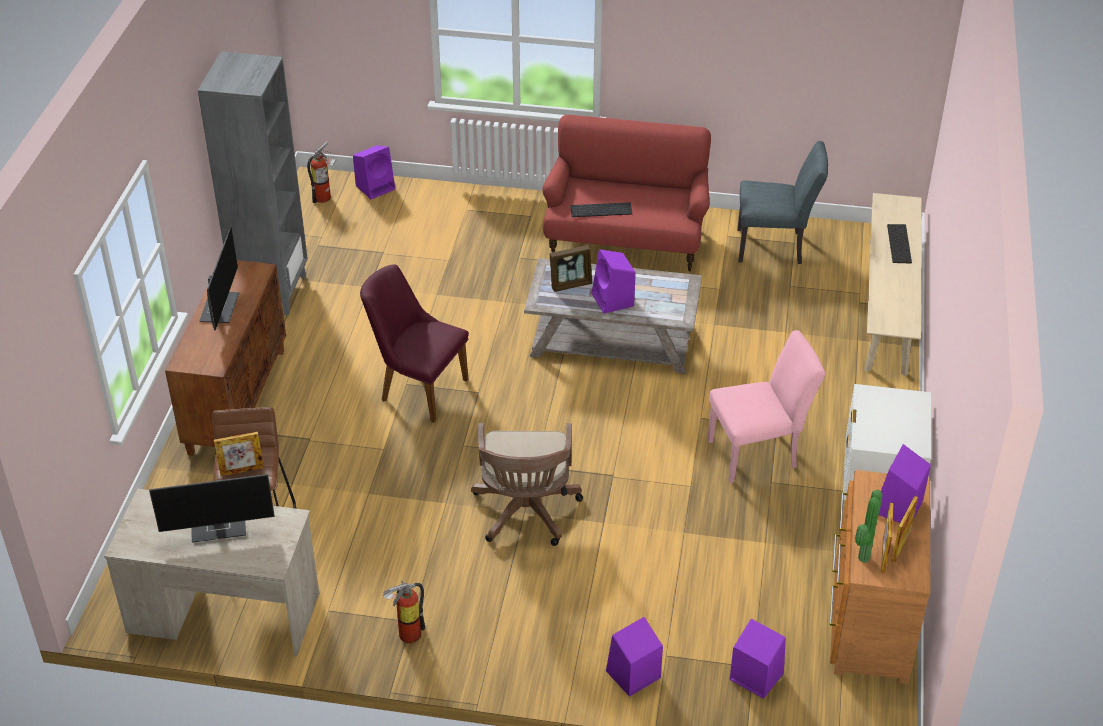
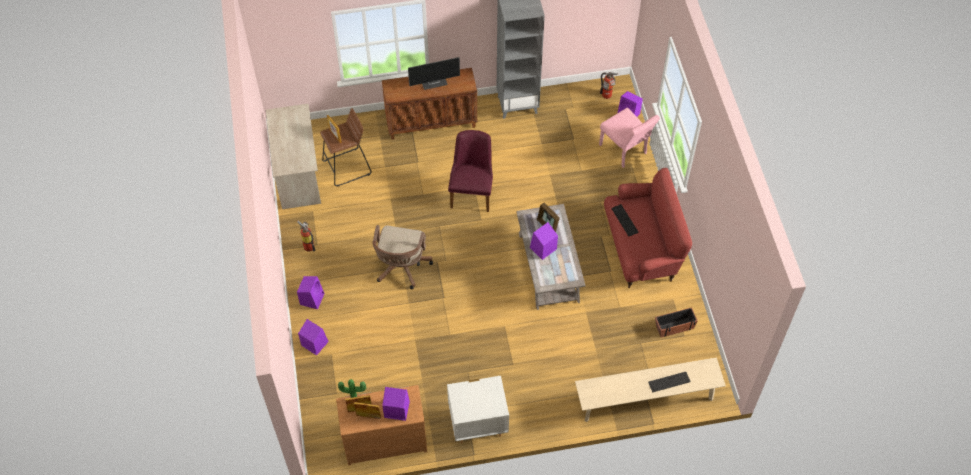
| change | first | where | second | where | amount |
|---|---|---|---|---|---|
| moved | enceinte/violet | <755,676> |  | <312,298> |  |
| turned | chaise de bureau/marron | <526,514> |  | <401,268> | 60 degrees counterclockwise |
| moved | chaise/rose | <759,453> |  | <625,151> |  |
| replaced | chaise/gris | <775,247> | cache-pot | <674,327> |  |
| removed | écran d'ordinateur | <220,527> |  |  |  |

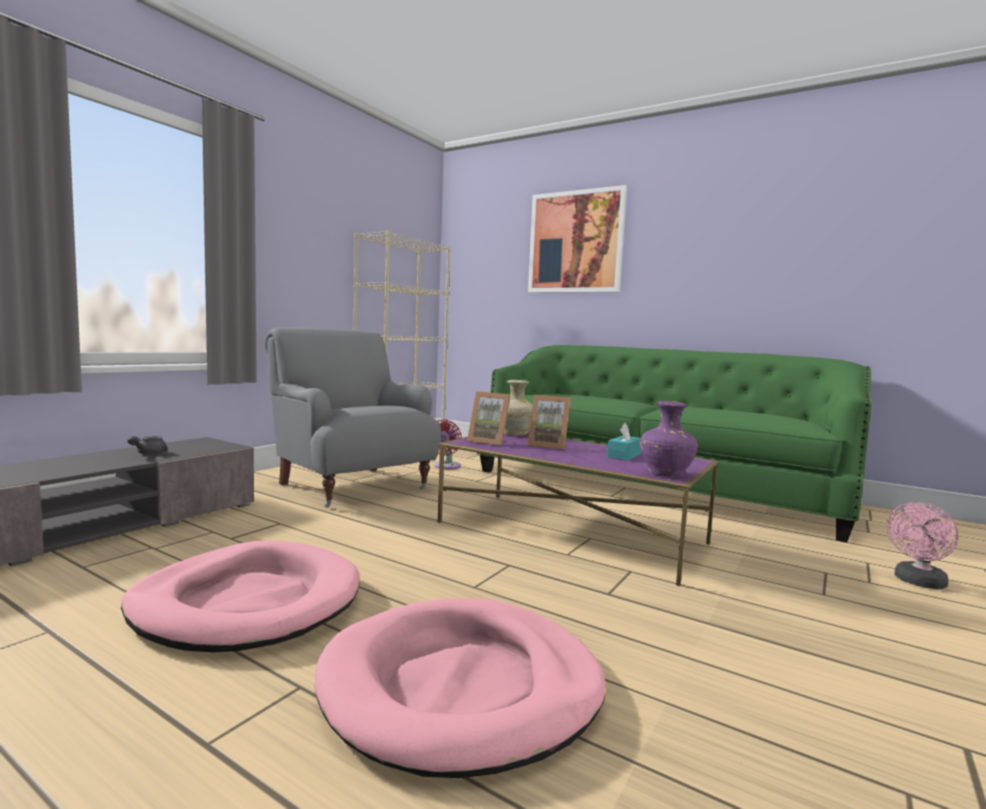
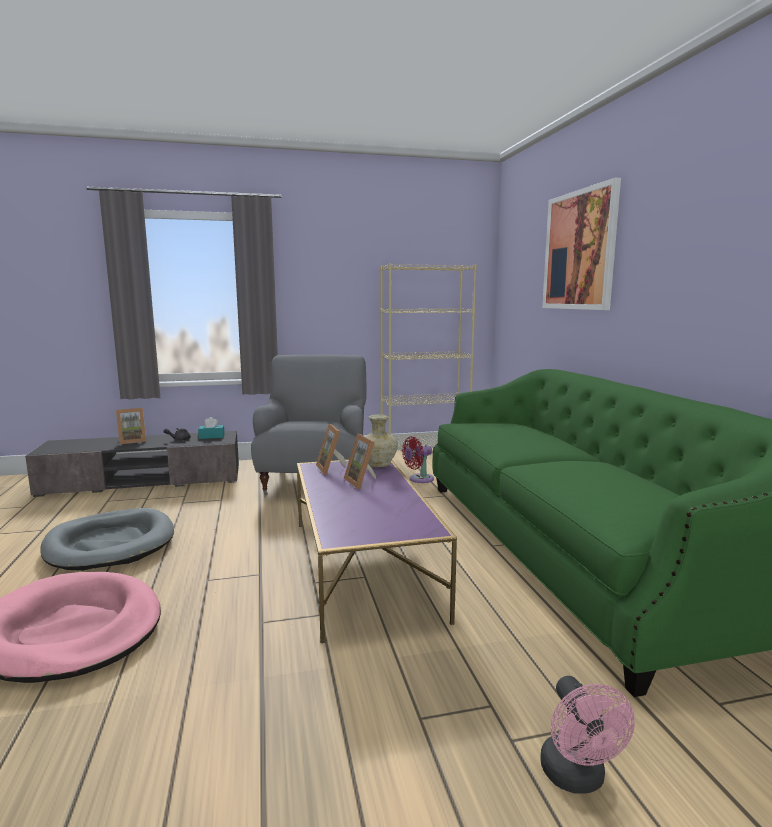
| change | first | where | second | where | amount |
|---|---|---|---|---|---|
| recoloured | panier pour chien/rose | <248,603> | panier pour chien/gris | <110,544> |  |
| added |  |  | cadre photo | <132,441> |  |
| moved | boîte à mouchoirs/turquoise | <624,456> |  | <211,436> |  |
| turned | ventilateur/rose | <918,582> |  | <577,778> | 105 degrees counterclockwise |
| removed | vase/violet | <666,474> |  |  |  |

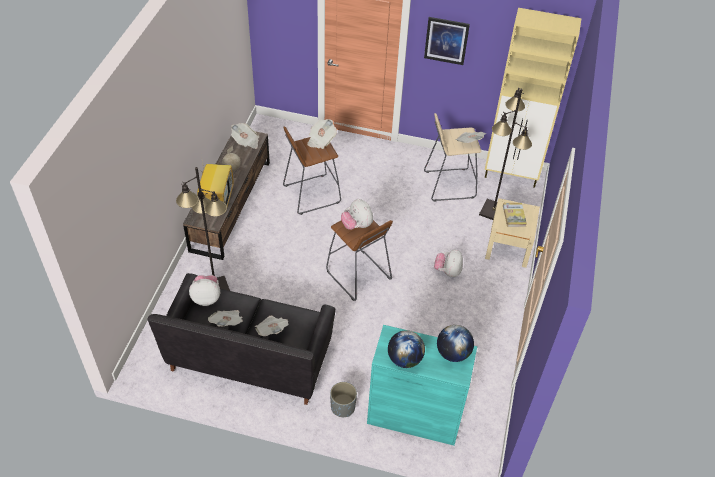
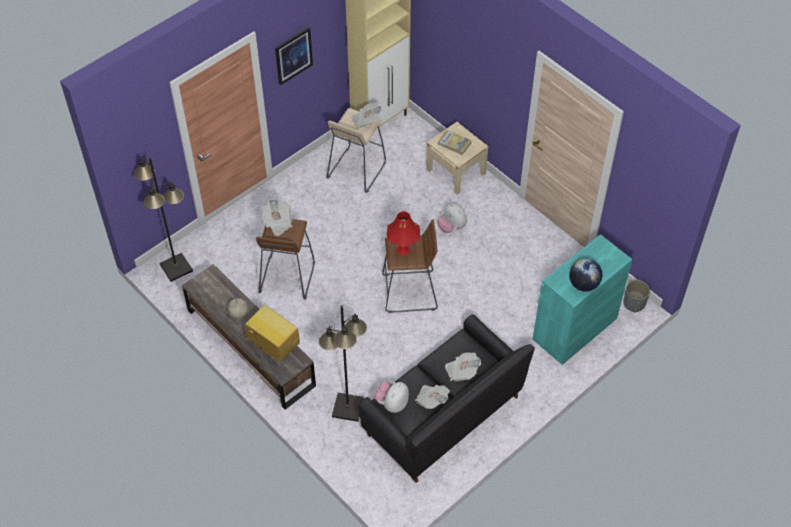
| change | first | where | second | where | amount |
|---|---|---|---|---|---|
| moved | lampadaire/noir | <493,211> |  | <176,267> |  |
| replaced | peluche | <357,225> | lampe de table/rouge | <403,250> |  |
| moved | cache-pot/gris | <342,407> |  | <634,303> |  |
| removed | journal | <246,142> |  |  |  |
| removed | globe | <453,353> |  |  |  |

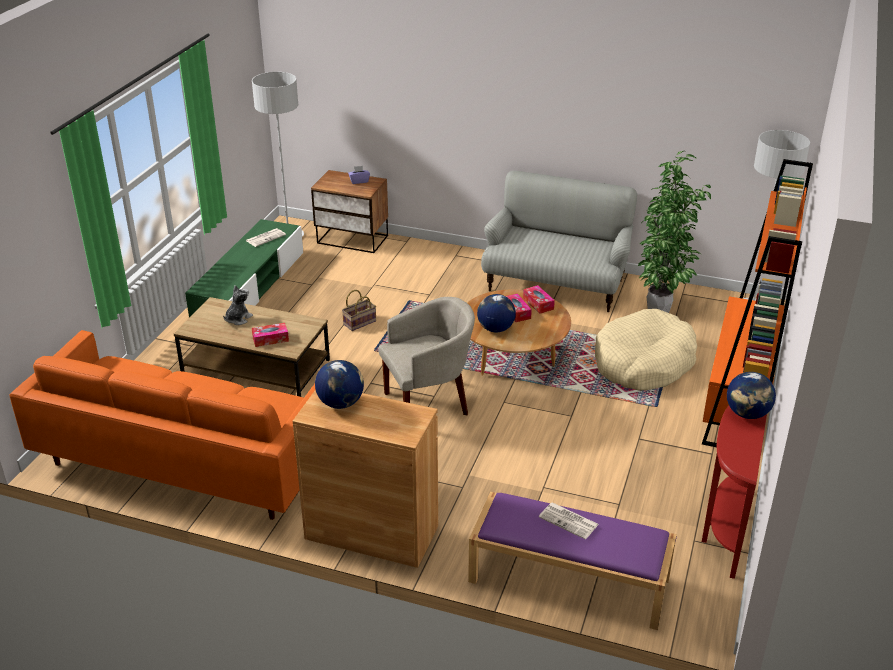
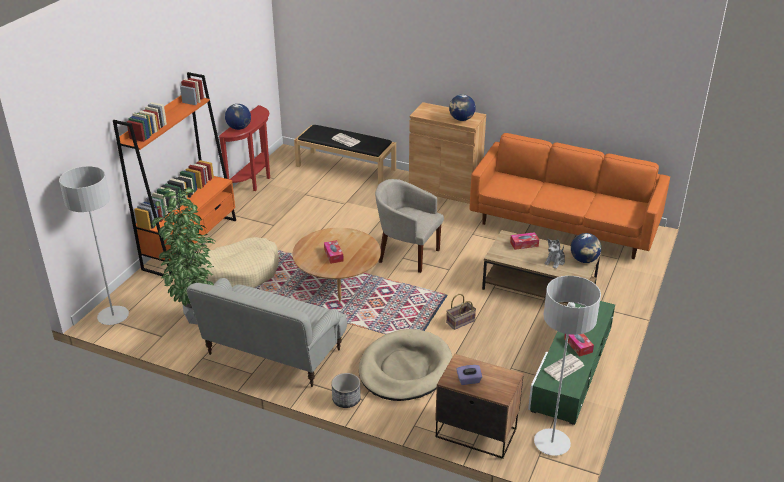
| change | first | where | second | where | amount |
|---|---|---|---|---|---|
| recoloured | banc/violet | <567,580> | banc/noir | <346,167> |  |
| added |  |  | cache-pot | <346,399> |  |
| added |  |  | panier pour chien/beige | <405,369> |  |
| turned | fauteuil/beige | <429,401> |  | <407,254> | 45 degrees clockwise |
| moved | boîte à mouchoirs | <538,303> |  | <578,345> |  |
| moved | globe | <495,329> |  | <584,260> |  |

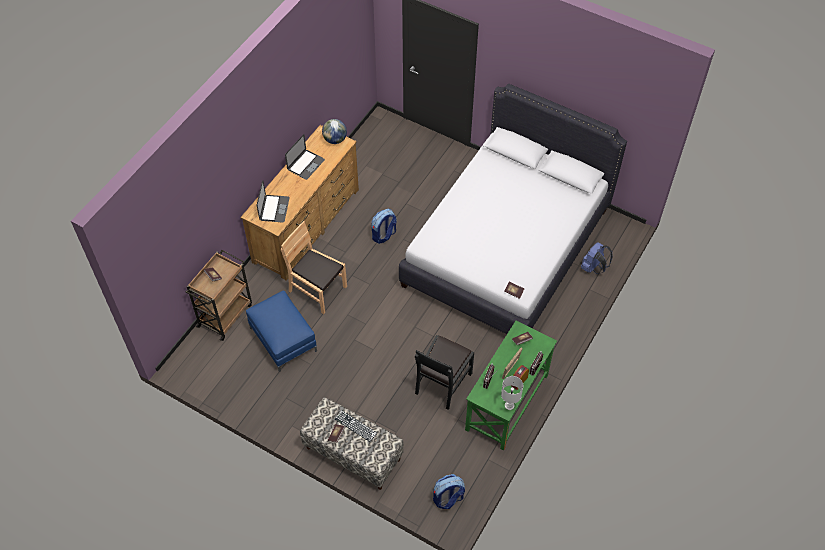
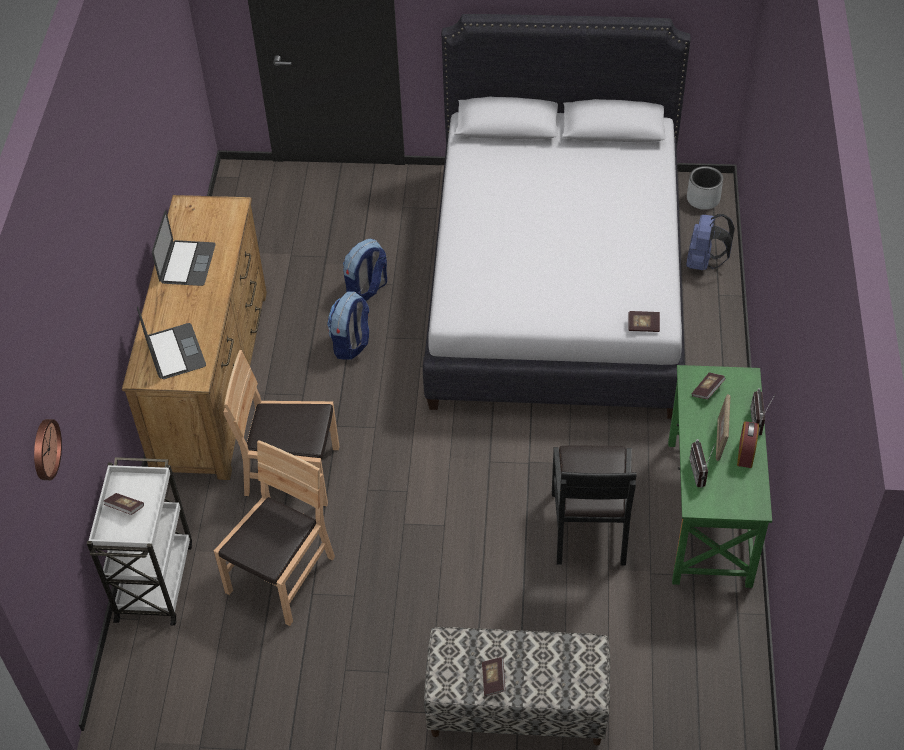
| change | first | where | second | where | amount |
|---|---|---|---|---|---|
| added |  |  | horloge murale | <44,449> |  |
| recoloured | chariot/marron | <225,314> | chariot/blanc | <155,580> |  |
| replaced | pouf/bleu | <283,339> | chaise/marron | <282,576> |  |
| moved | sac à dos | <448,499> |  | <367,290> |  |
| added |  |  | cache-pot/gris | <703,199> |  |
| removed | globe | <335,140> |  |  |  |
| removed | clavier | <355,426> |  |  |  |
| removed | lampe de table/blanc | <509,406> |  |  |  |

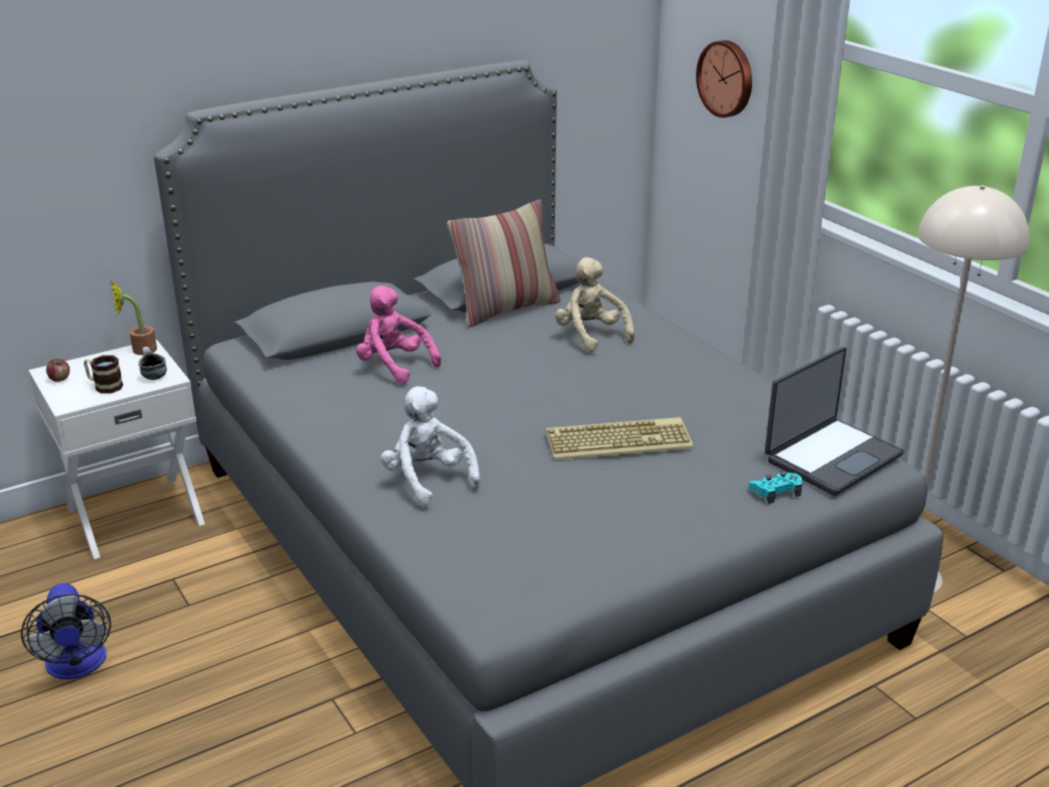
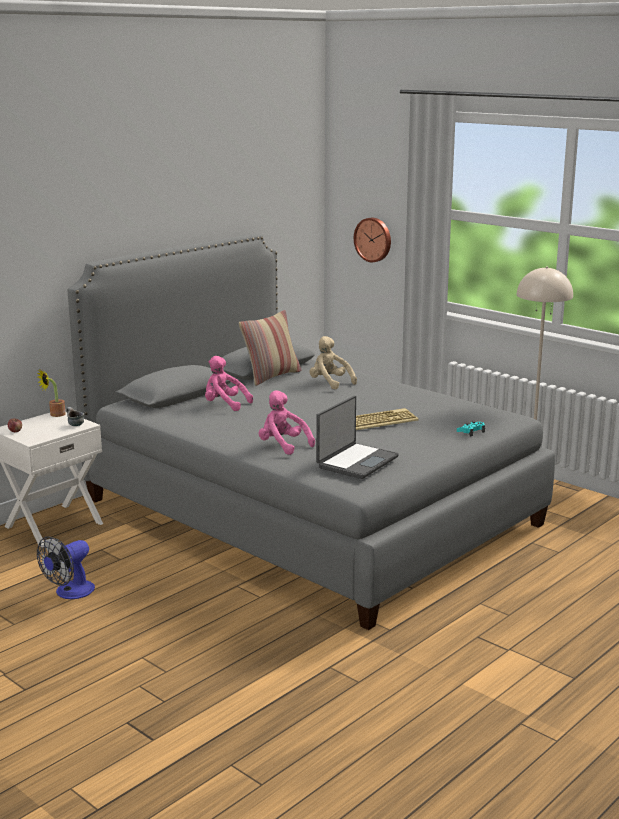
| change | first | where | second | where | amount |
|---|---|---|---|---|---|
| turned | ventilateur | <77,666> |  | <69,593> | 75 degrees clockwise |
| recoloured | peluche/blanc | <428,480> | peluche/rose | <283,446> |  |
| moved | ordinateur portable | <831,457> |  | <356,462> |  |
| removed | mug | <104,386> |  |  |  |

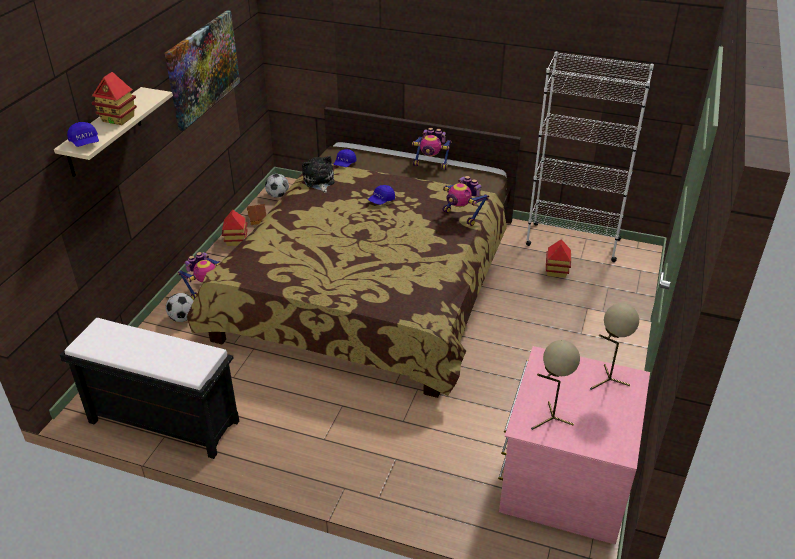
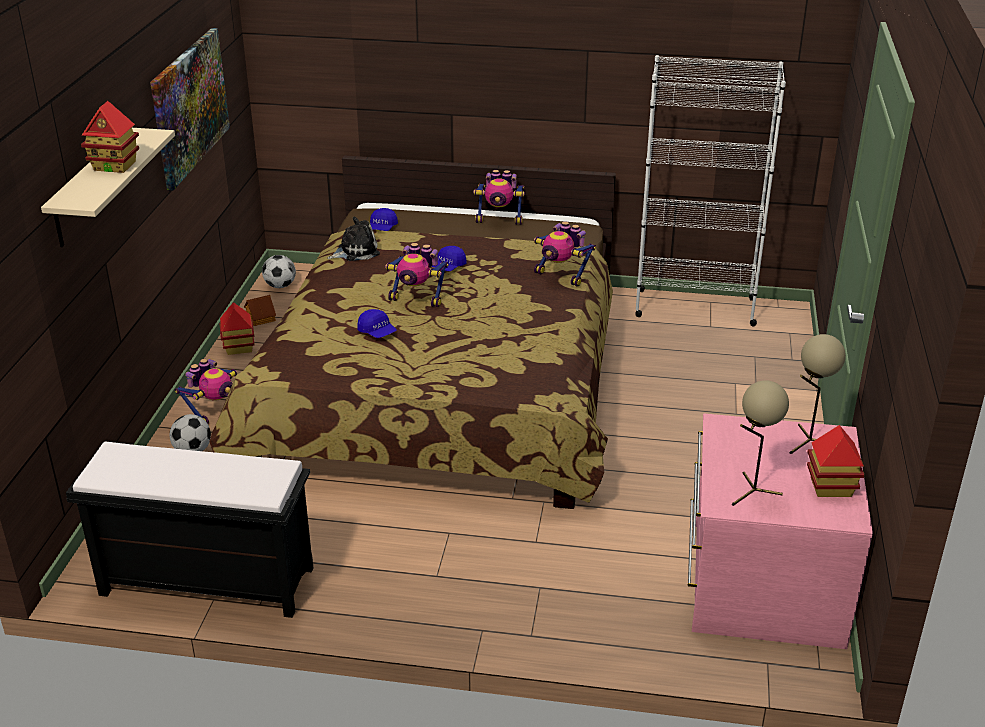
| change | first | where | second | where | amount |
|---|---|---|---|---|---|
| turned | peluche | <319,181> |  | <355,251> | 90 degrees clockwise |
| moved | casquette/bleu | <85,142> |  | <377,332> |  |
| added |  |  | robot jouet | <417,299> |  |
| moved | maison miniature | <556,272> |  | <830,487> |  |

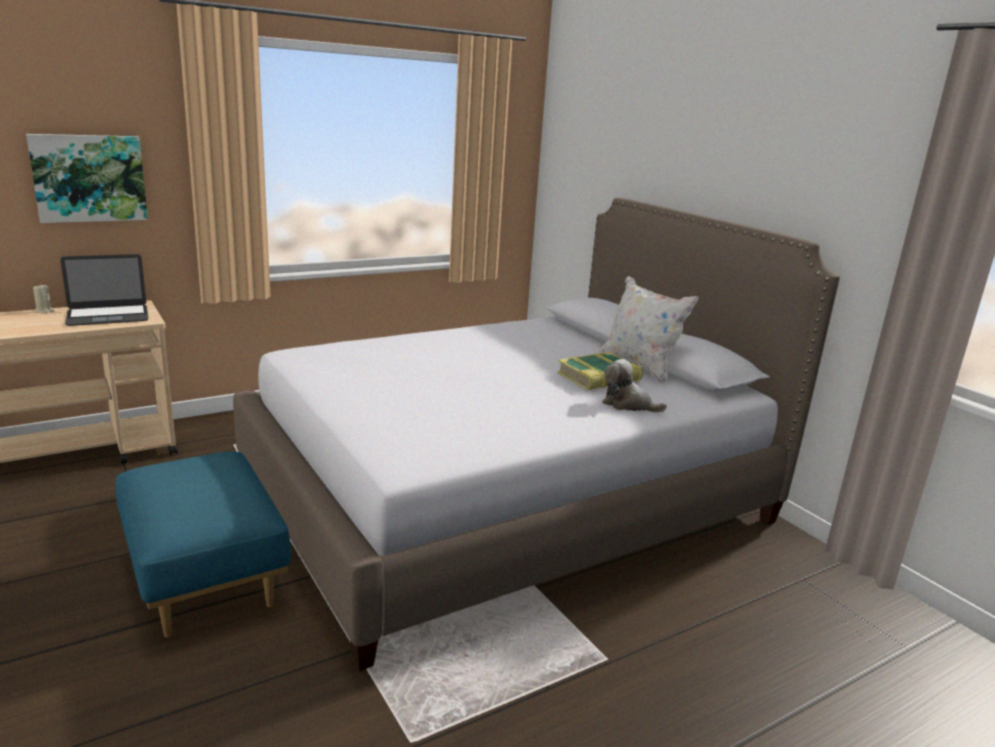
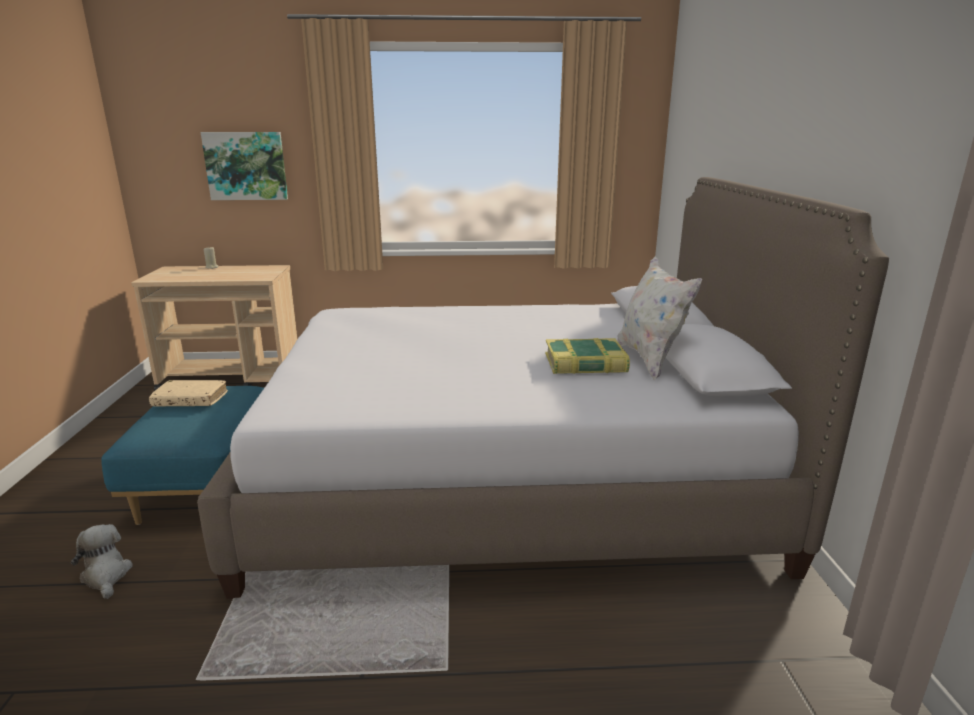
| change | first | where | second | where | amount |
|---|---|---|---|---|---|
| moved | peluche | <628,404> |  | <106,576> |  |
| added |  |  | livre/beige | <190,400> |  |
| removed | ordinateur portable | <108,315> |  |  |  |

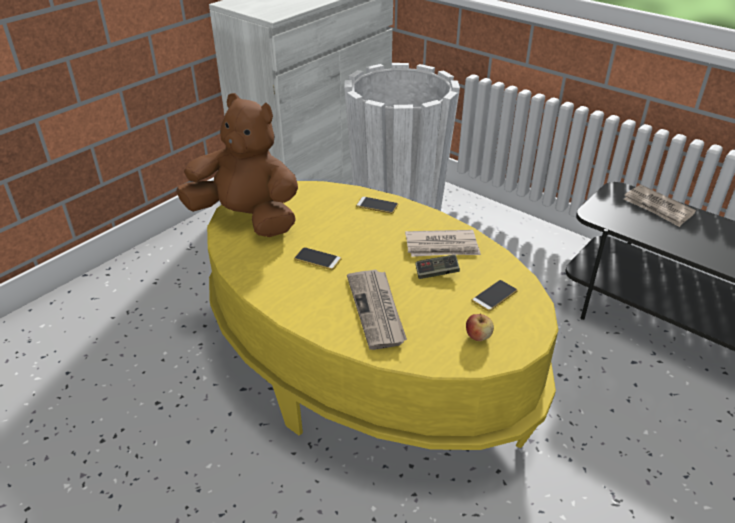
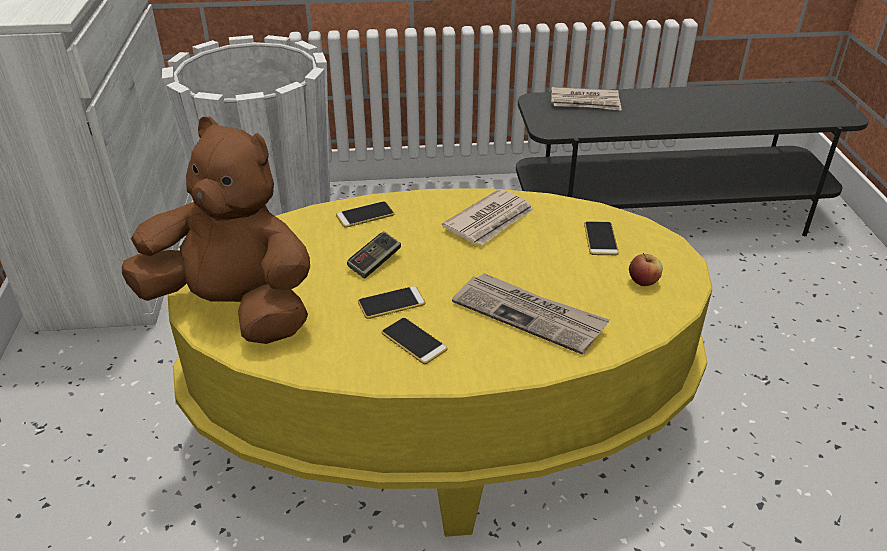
| change | first | where | second | where | amount |
|---|---|---|---|---|---|
| turned | peluche/marron | <247,218> |  | <235,308> | 45 degrees clockwise |
| moved | manette | <436,273> |  | <375,262> |  |
| added |  |  | téléphone | <414,341> |  |

